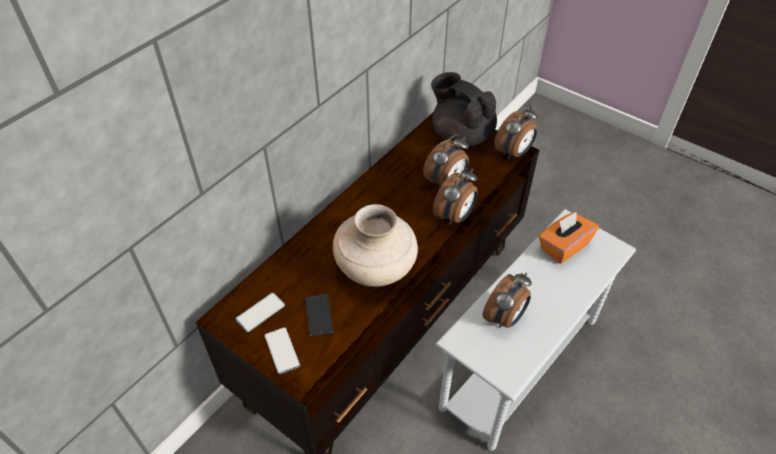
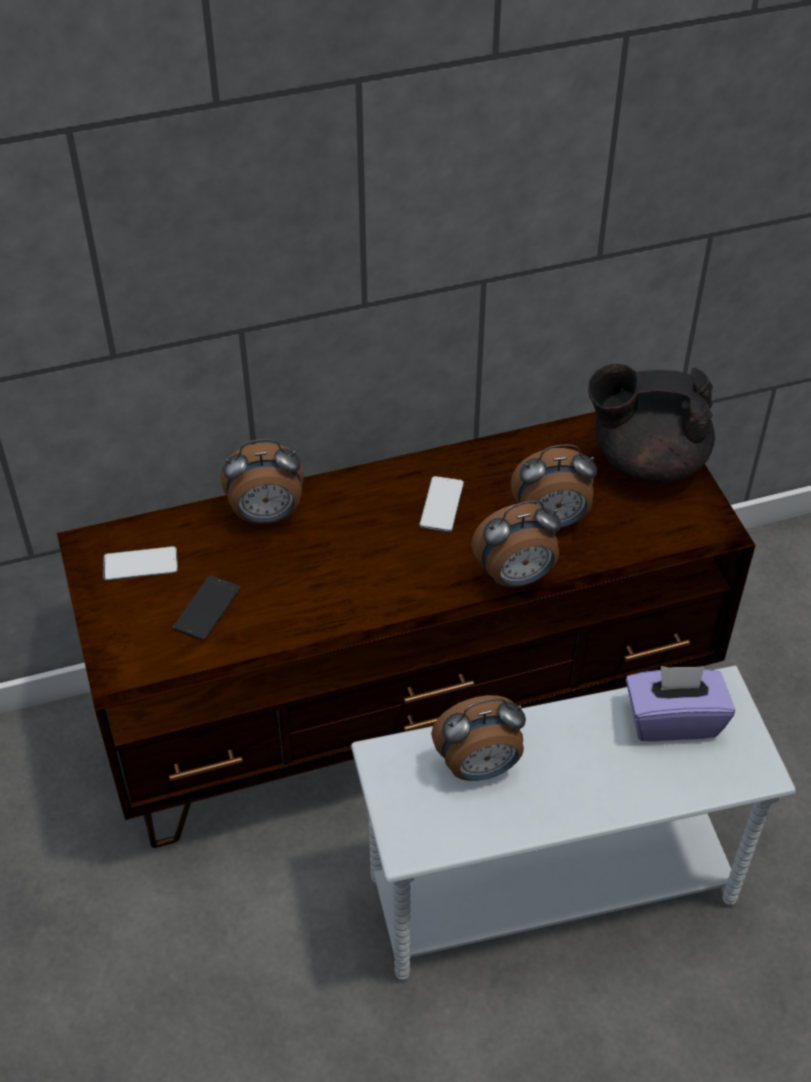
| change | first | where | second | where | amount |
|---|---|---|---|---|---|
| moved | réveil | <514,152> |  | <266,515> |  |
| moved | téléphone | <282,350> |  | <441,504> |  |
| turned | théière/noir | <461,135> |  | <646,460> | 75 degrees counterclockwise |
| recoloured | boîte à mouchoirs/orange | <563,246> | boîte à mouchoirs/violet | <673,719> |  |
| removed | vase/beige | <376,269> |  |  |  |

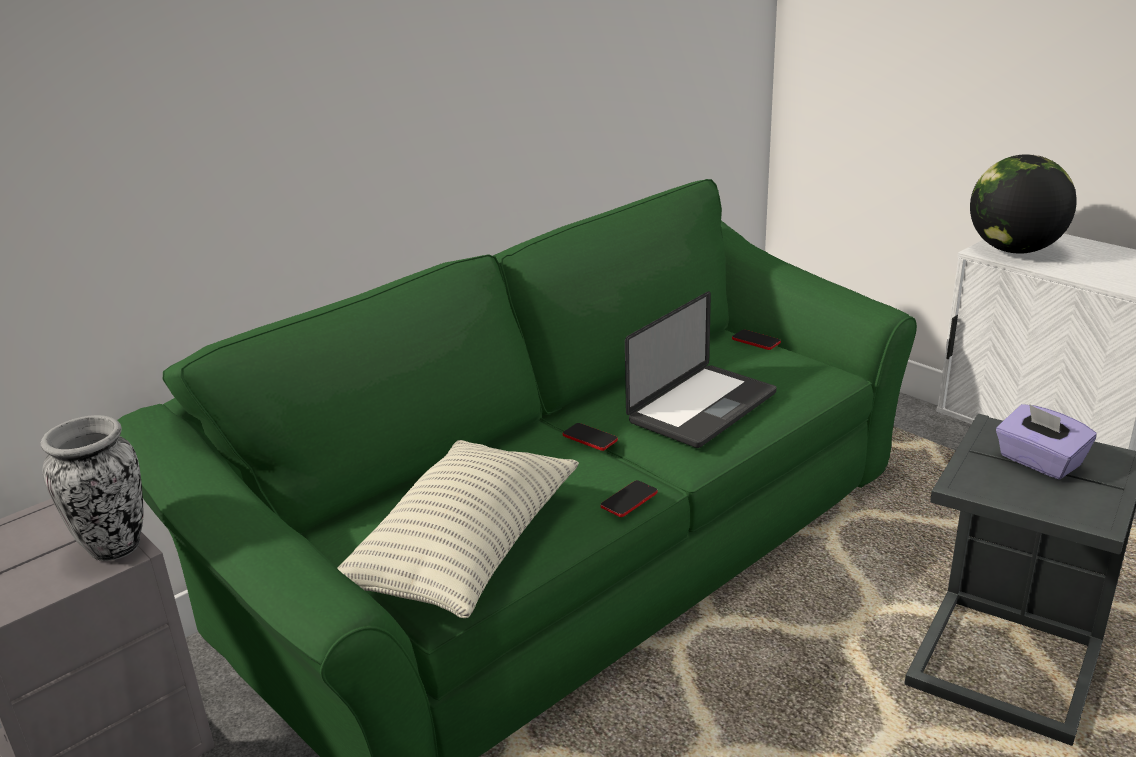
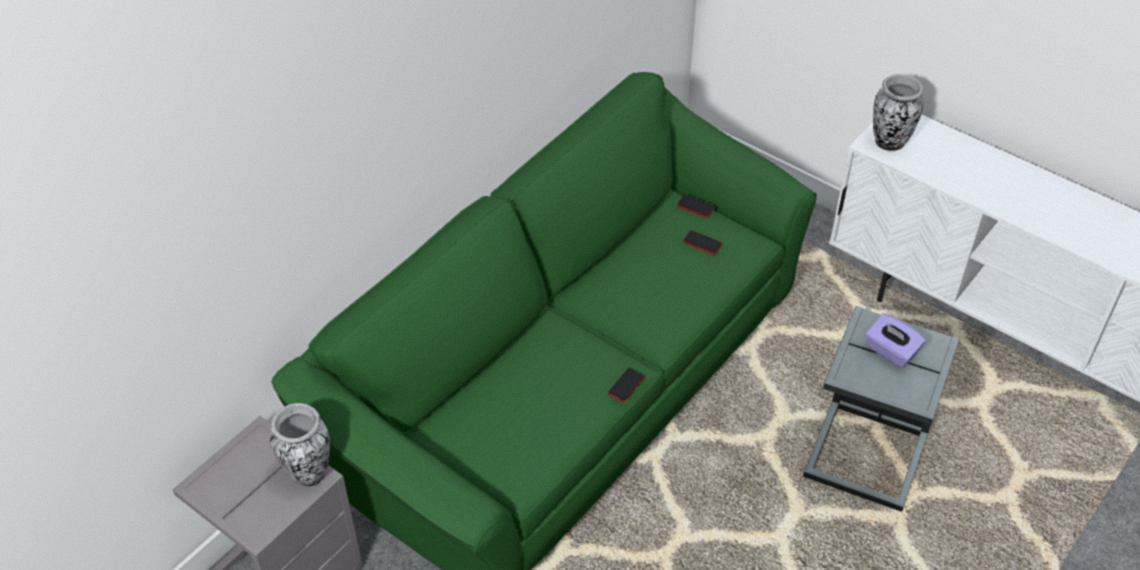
| change | first | where | second | where | amount |
|---|---|---|---|---|---|
| moved | téléphone | <590,438> |  | <702,243> |  |
| replaced | globe | <1014,250> | vase | <889,143> |  |
| removed | coussin | <465,551> |  |  |  |
| removed | ordinateur portable | <702,408> |  |  |  |

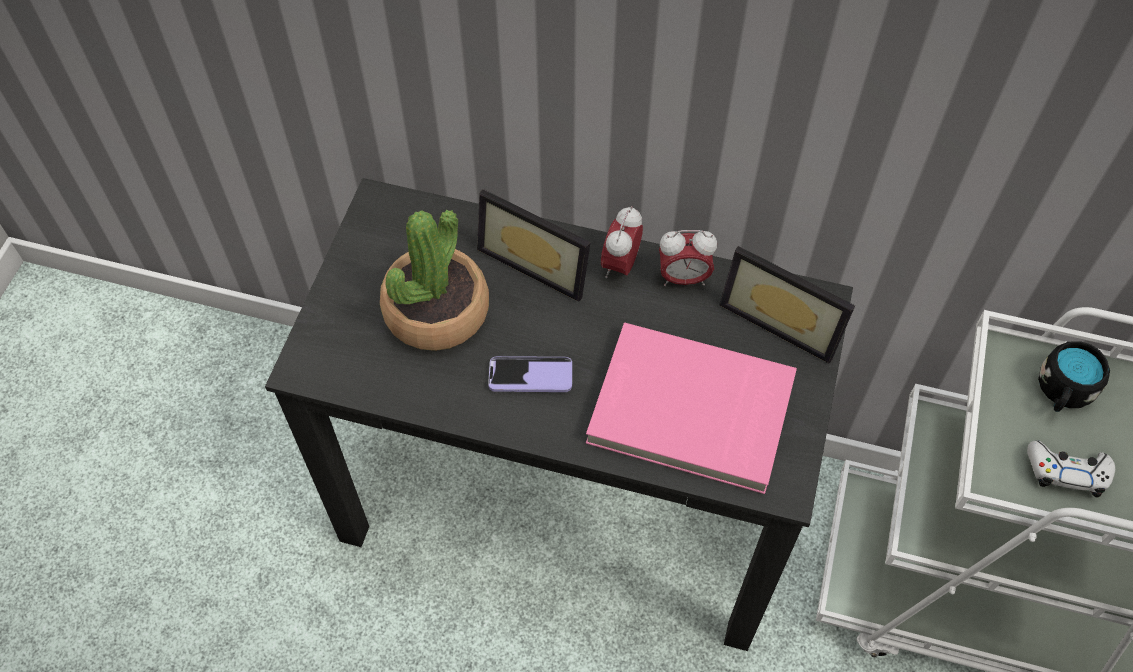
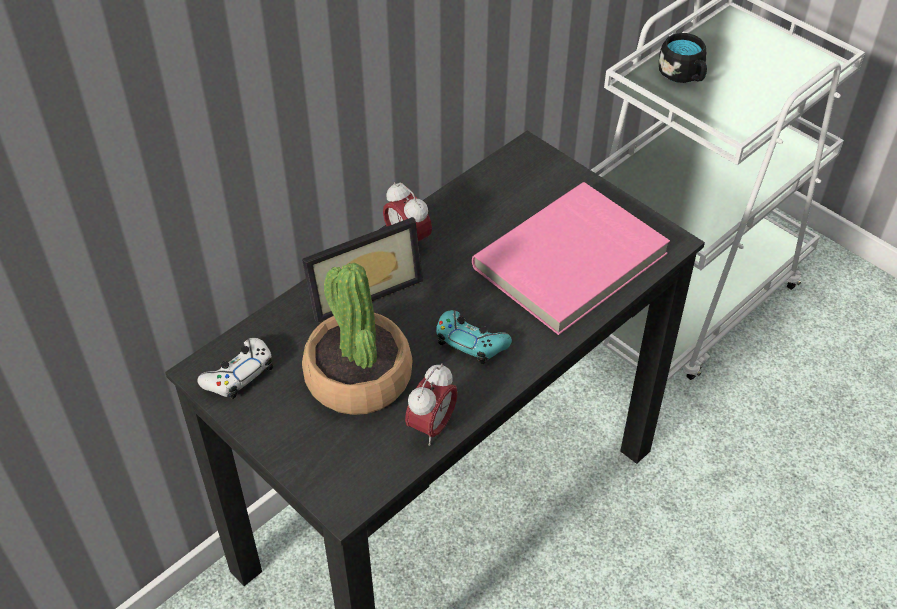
| change | first | where | second | where | amount |
|---|---|---|---|---|---|
| moved | manette/blanc | <1066,472> |  | <239,374> |  |
| moved | réveil | <683,278> |  | <432,426> |  |
| replaced | téléphone | <530,376> | manette/turquoise | <471,342> |  |
| removed | cadre photo | <784,317> |  |  |  |

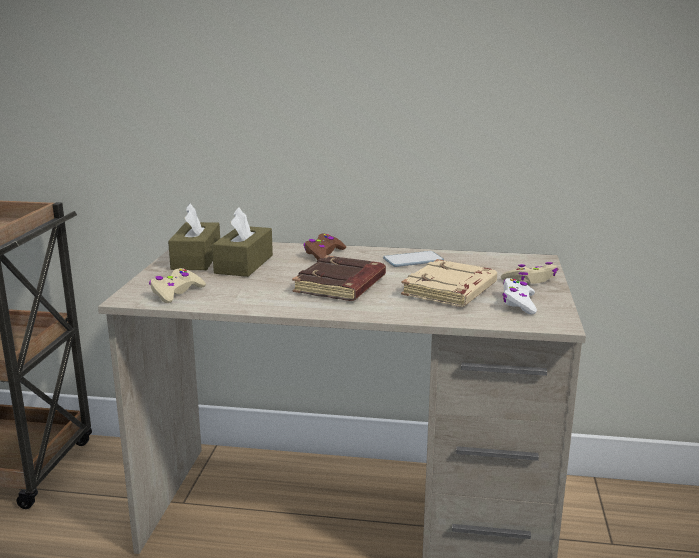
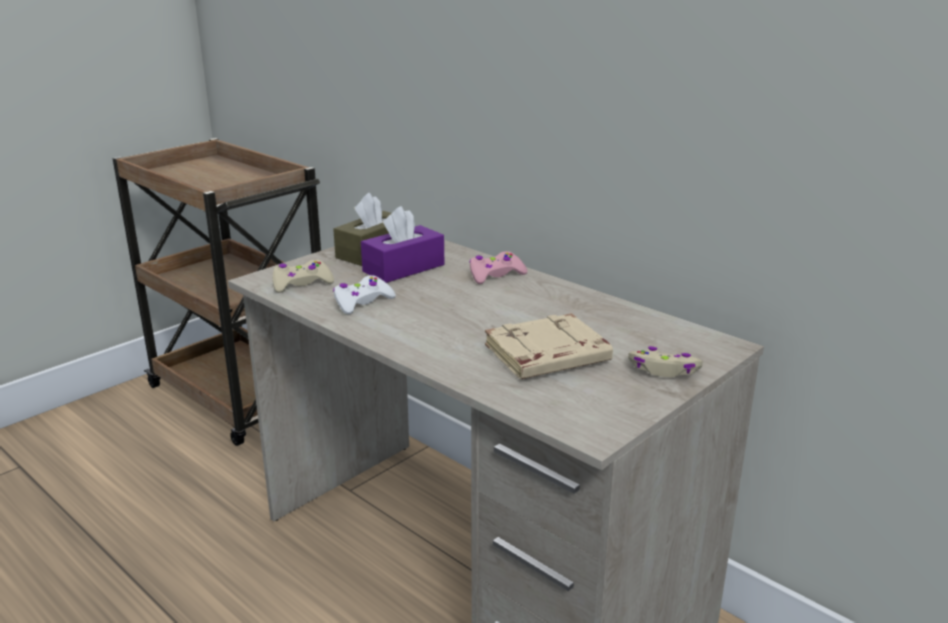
| change | first | where | second | where | amount |
|---|---|---|---|---|---|
| moved | manette/blanc | <518,303> |  | <362,302> |  |
| recoloured | boîte à mouchoirs/marron | <244,264> | boîte à mouchoirs/violet | <403,268> |  |
| recoloured | manette/marron | <323,254> | manette/rose | <495,275> |  |
| removed | livre/marron | <341,286> |  |  |  |
| removed | téléphone | <413,260> |  |  |  |

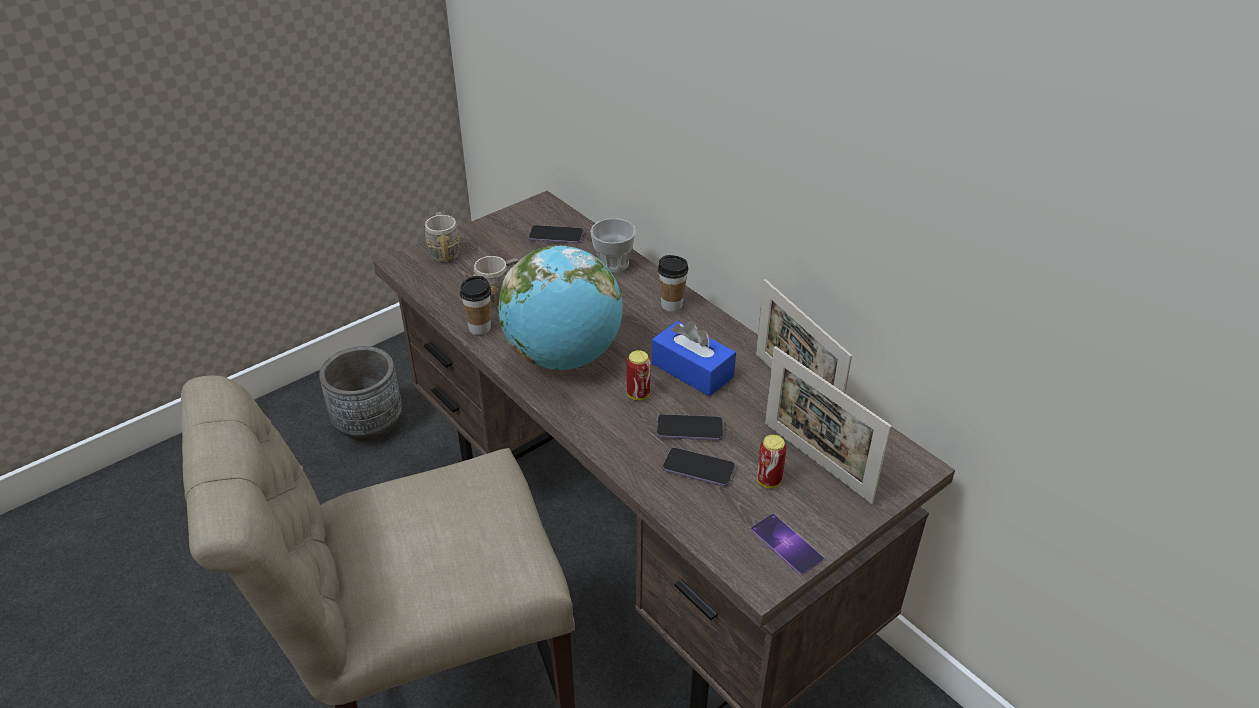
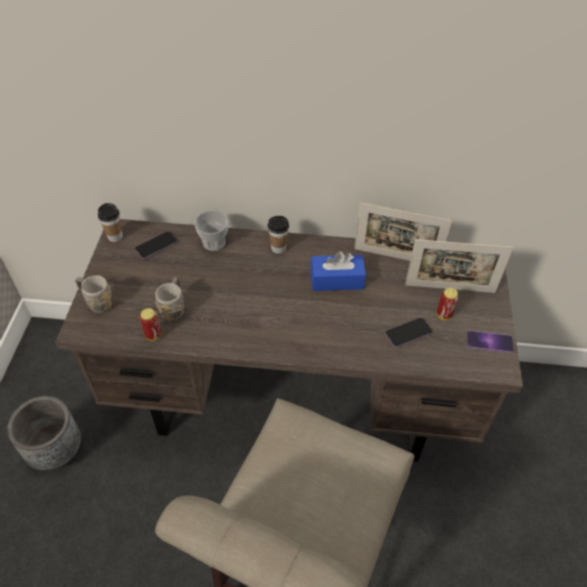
| change | first | where | second | where | amount |
|---|---|---|---|---|---|
| moved | tasse | <479,328> |  | <115,237> |  |
| moved | boîte métallique | <638,394> |  | <153,335> |  |
| removed | globe | <564,356> |  |  |  |
| removed | téléphone | <689,429> |  |  |  |

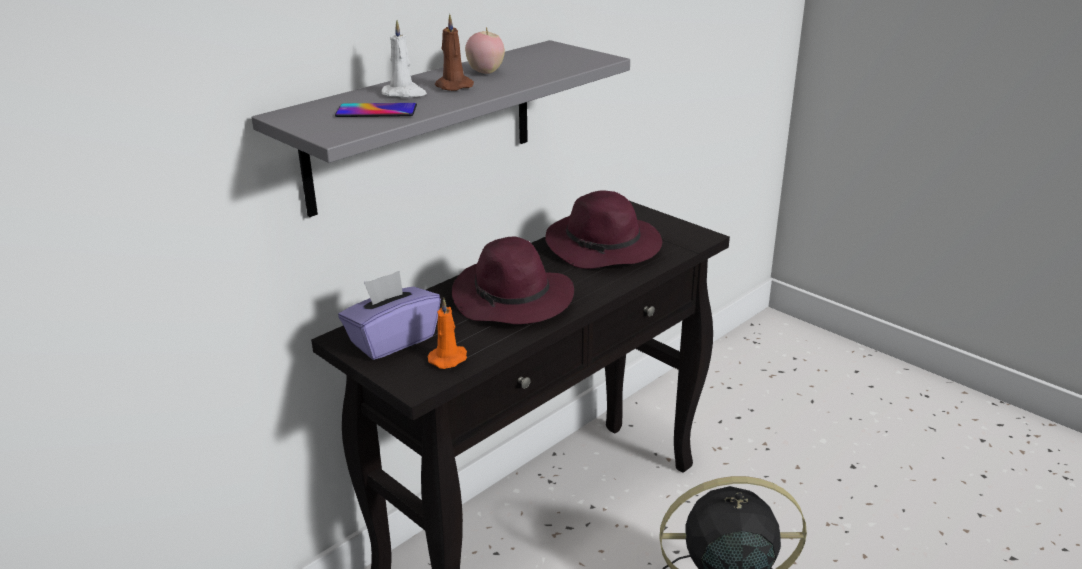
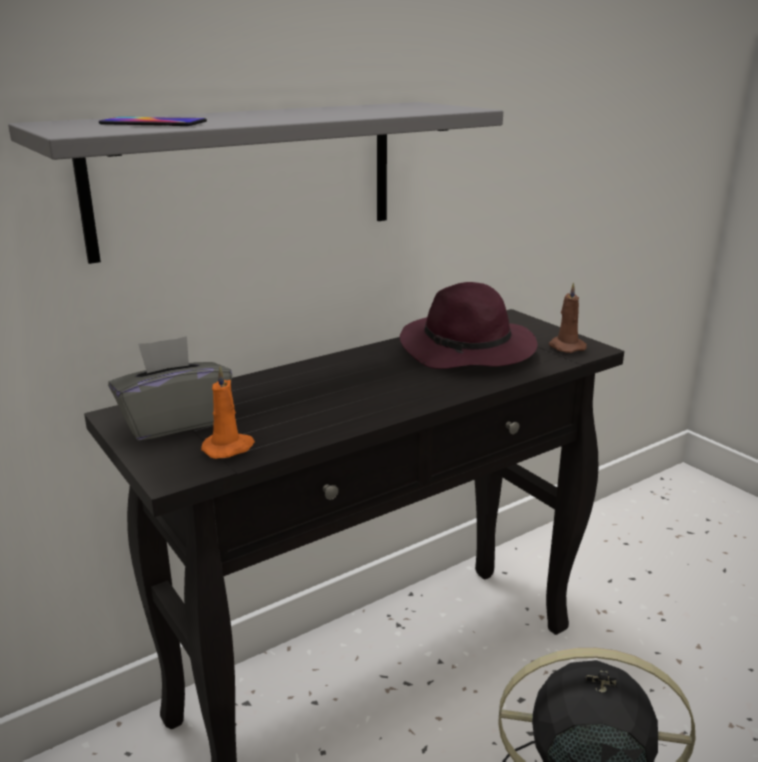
| change | first | where | second | where | amount |
|---|---|---|---|---|---|
| recoloured | boîte à mouchoirs/violet | <392,340> | boîte à mouchoirs/gris | <174,422> |  |
| moved | bougie/marron | <452,86> |  | <565,347> |  |
| removed | bougie/blanc | <405,94> |  |  |  |
| removed | chapeau/violet | <513,299> |  |  |  |
| removed | pomme | <485,72> |  |  |  |

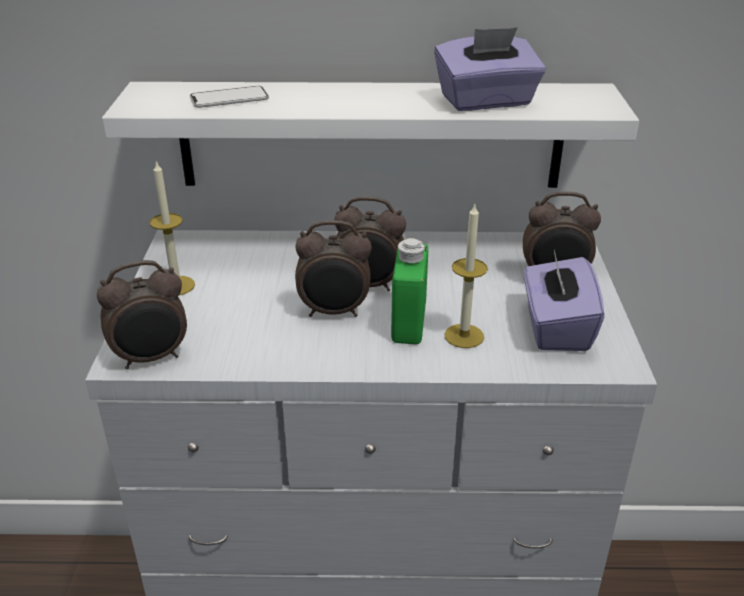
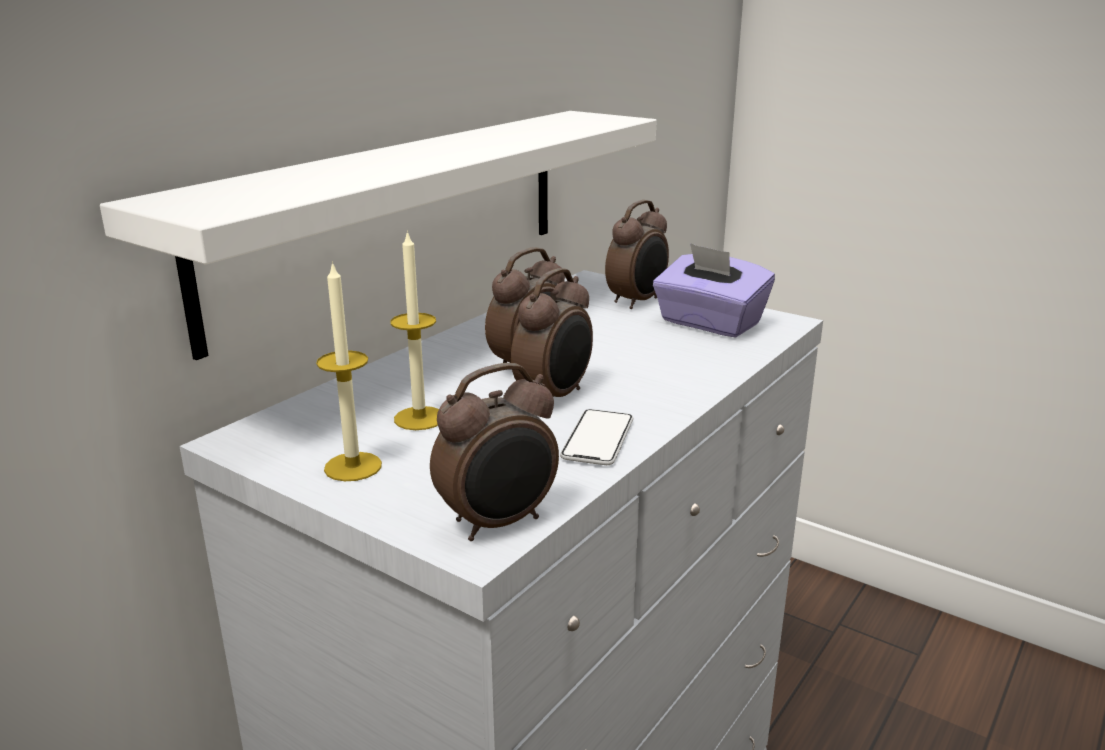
| change | first | where | second | where | amount |
|---|---|---|---|---|---|
| moved | bougie | <464,336> |  | <419,418> |  |
| turned | réveil | <152,358> |  | <499,523> | 45 degrees clockwise |
| moved | téléphone | <229,99> |  | <598,439> |  |
| removed | bouteille/vert | <409,323> |  |  |  |
| removed | boîte à mouchoirs/violet | <486,101> |  |  |  |

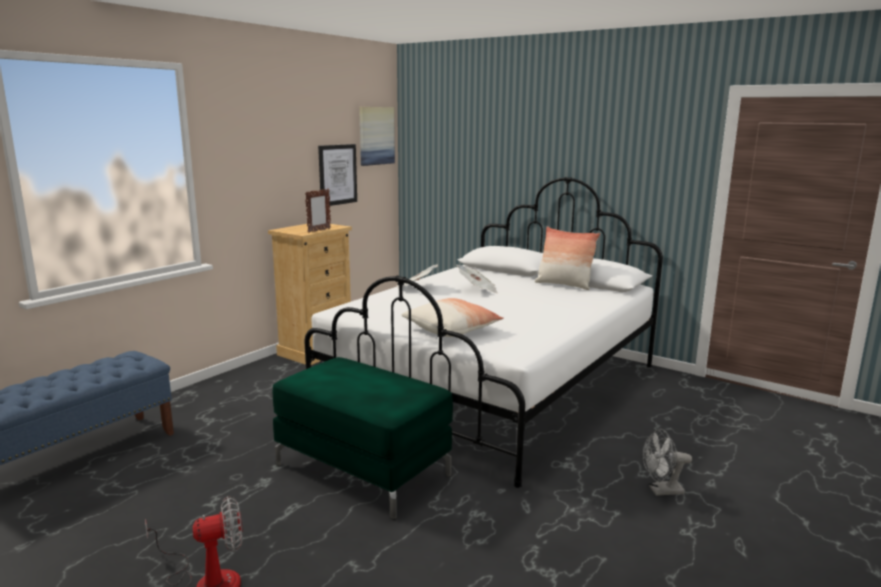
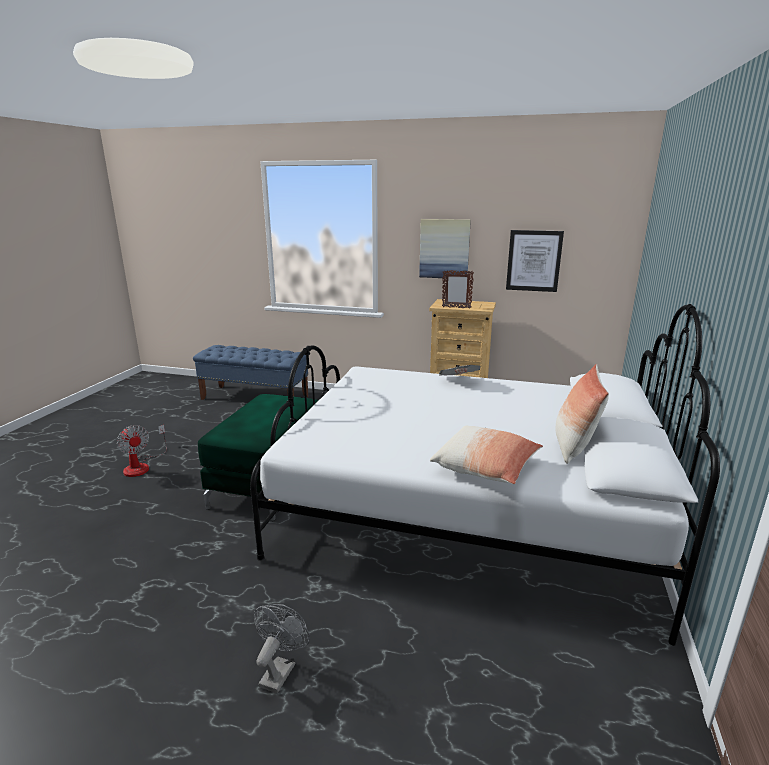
| change | first | where | second | where | amount |
|---|---|---|---|---|---|
| turned | ventilateur/gris | <661,491> |  | <280,670> | 45 degrees clockwise |
| moved | tableau | <376,136> |  | <444,249> |  |
| moved | coussin | <452,330> |  | <486,467> |  |
| removed | journal | <478,290> |  |  |  |

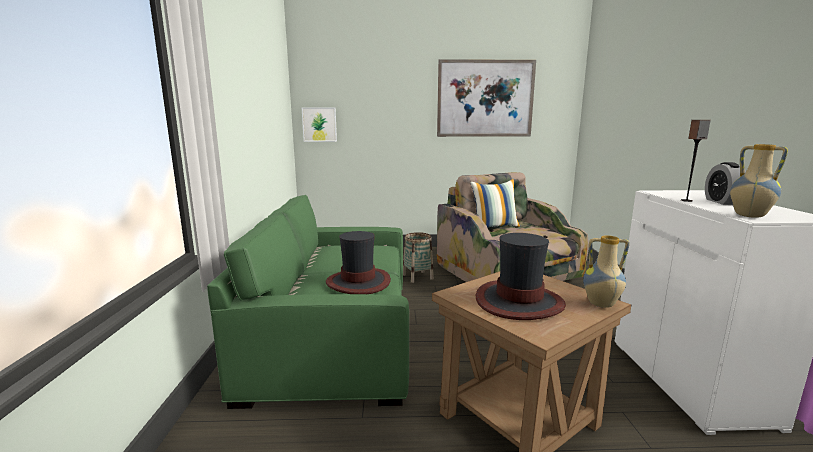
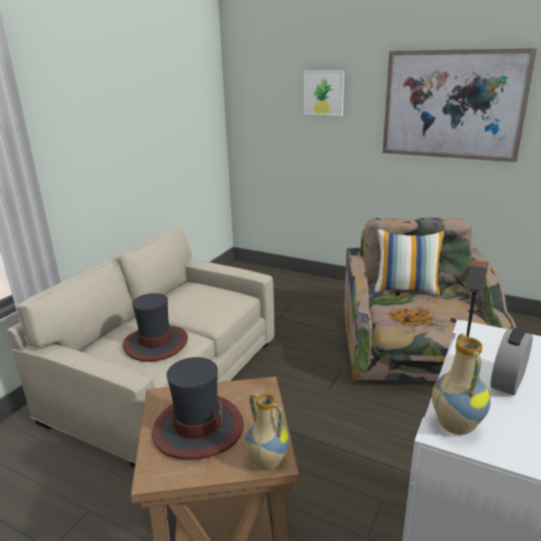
| change | first | where | second | where | amount |
|---|---|---|---|---|---|
| recoloured | canapé/vert | <333,333> | canapé/beige | <166,376> |  |
| moved | tableau | <319,124> |  | <323,93> |  |
| removed | panier | <417,277> |  |  |  |

